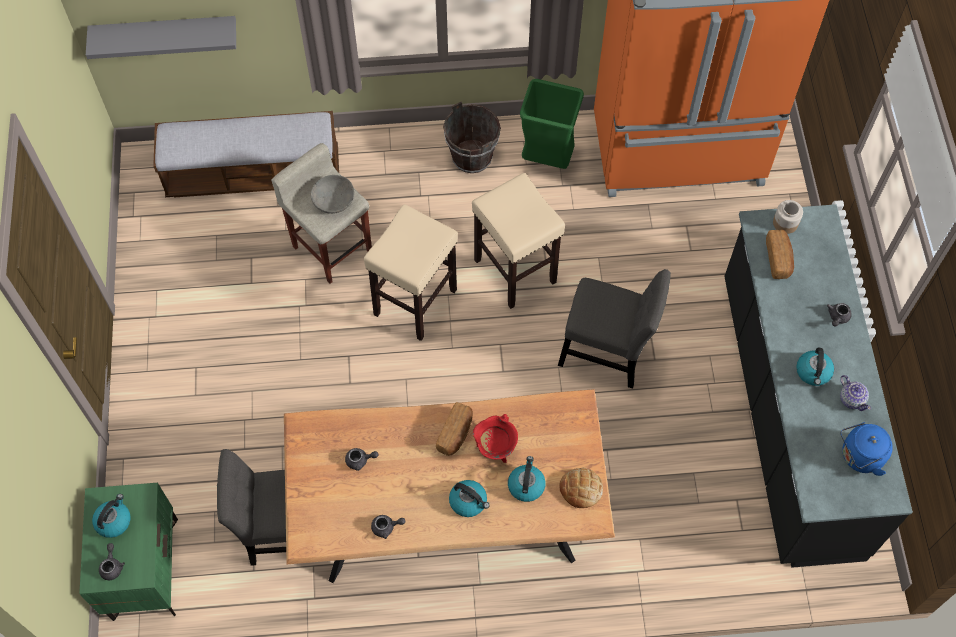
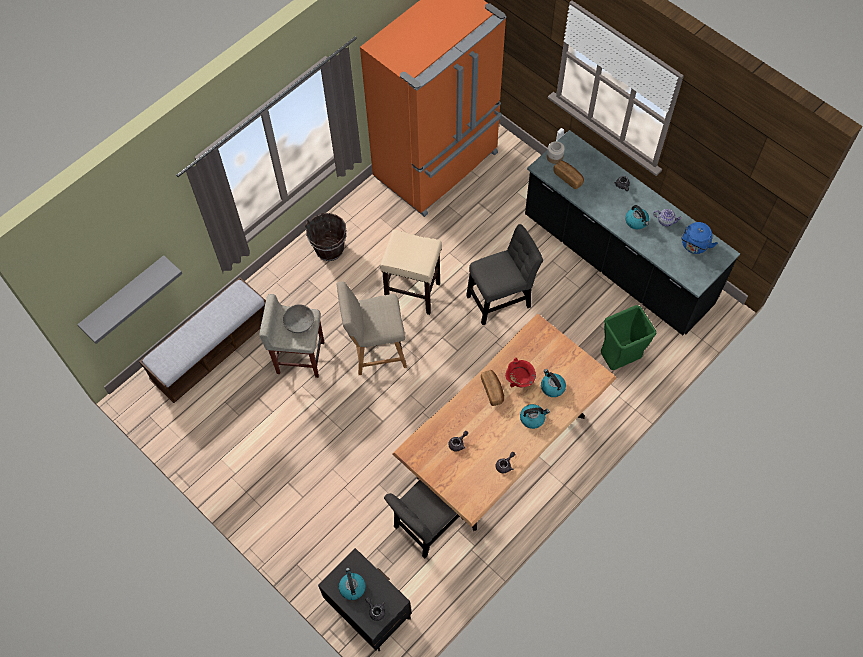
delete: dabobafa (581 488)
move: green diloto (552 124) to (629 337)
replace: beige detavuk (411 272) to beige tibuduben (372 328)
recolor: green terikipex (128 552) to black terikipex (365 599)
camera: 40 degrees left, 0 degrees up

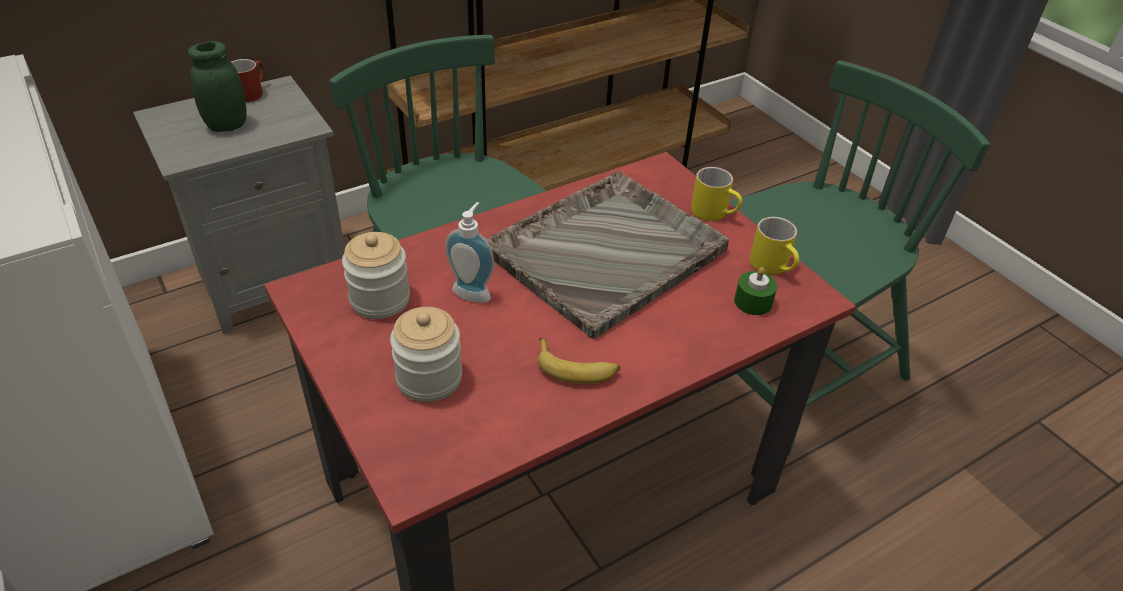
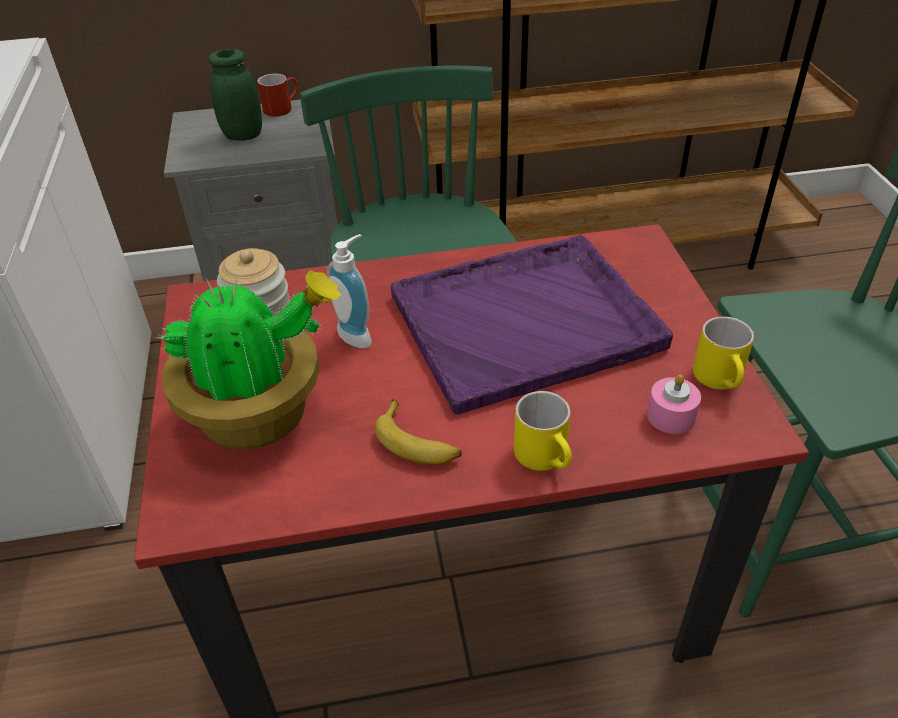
move: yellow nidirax (716 194) to (543 431)
replace: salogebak (426 354) to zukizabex (248 360)
recolor: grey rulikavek (608 255) to purple rulikavek (532 324); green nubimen (755 291) to pink nubimen (674 404)
camera: 25 degrees right, 0 degrees up

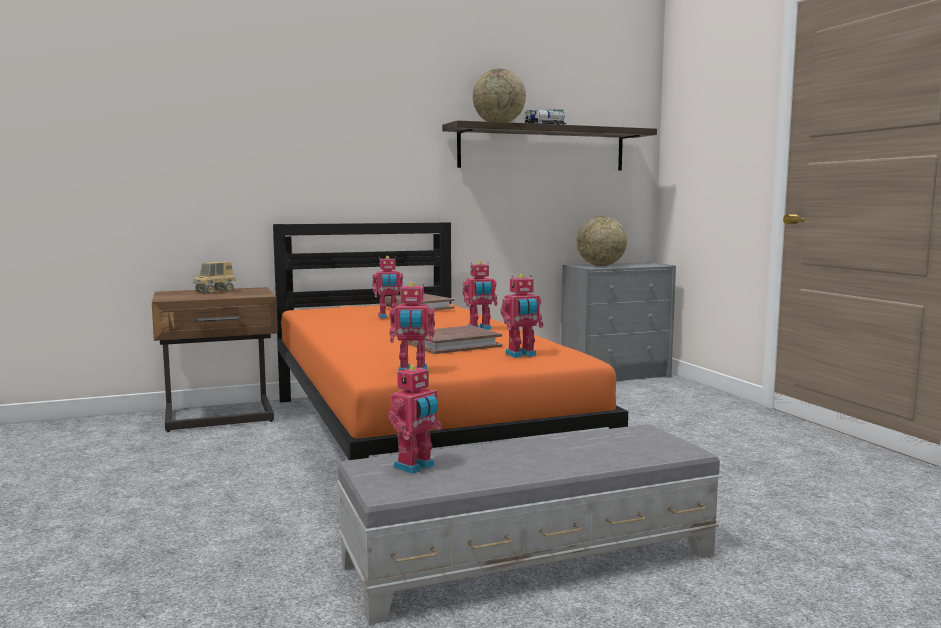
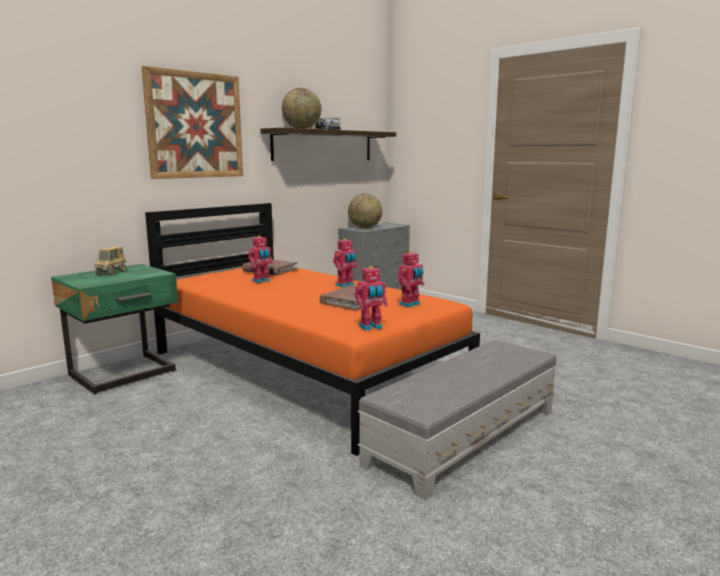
delete: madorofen (415 419)
insert: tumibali (192 122)
recolor: brown terikipex (215 359) to green terikipex (114 329)
camera: 25 degrees left, 5 degrees up

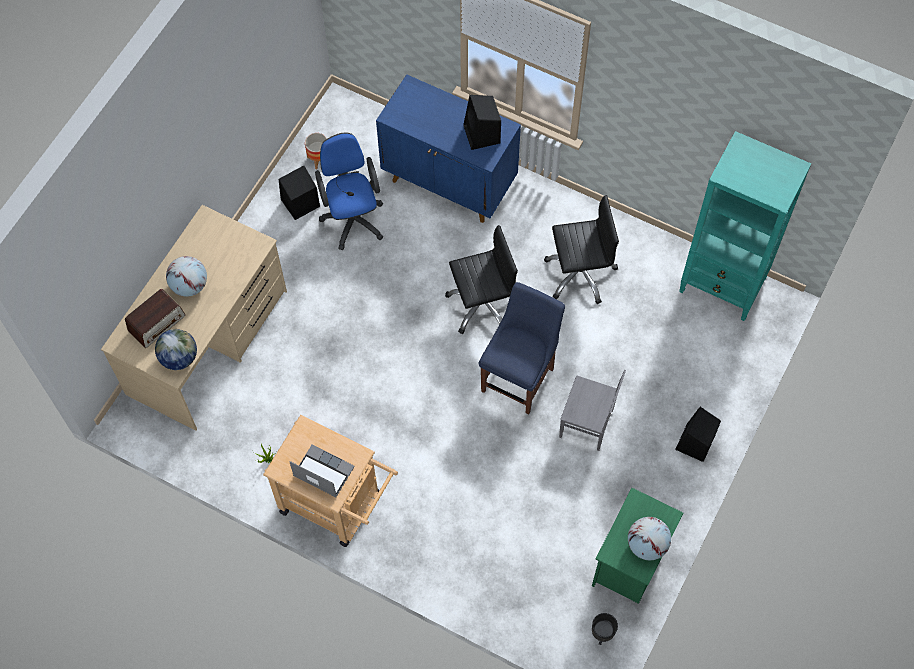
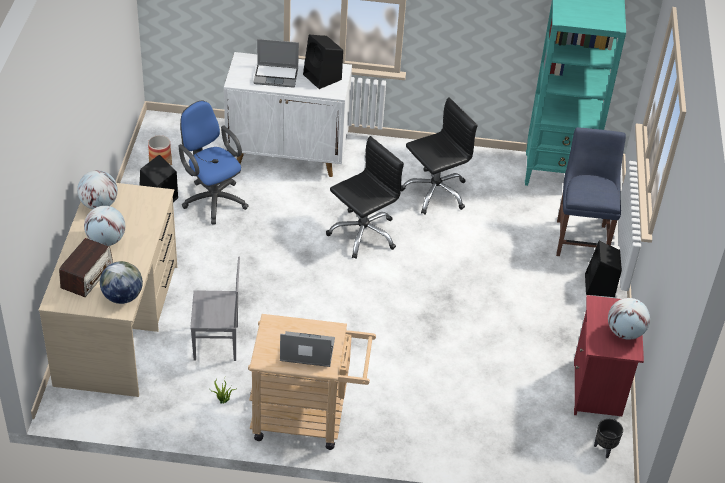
insert: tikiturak (276 63); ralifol (97 189)
move: blue tibuduben (522 348) to (591 191); grey tibuduben (592 410) to (215 309)
recolor: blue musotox (448 148) to white musotox (288 114); green terikipex (637 546) to red terikipex (609 355)
camera: 25 degrees left, 20 degrees down

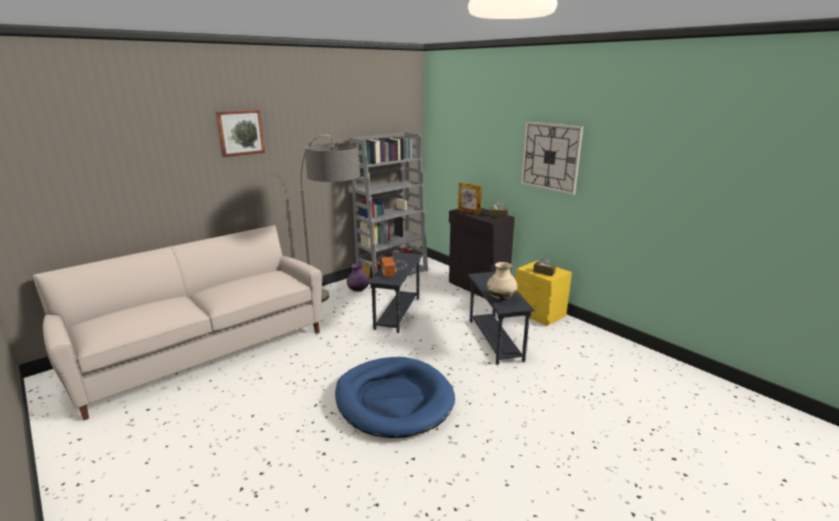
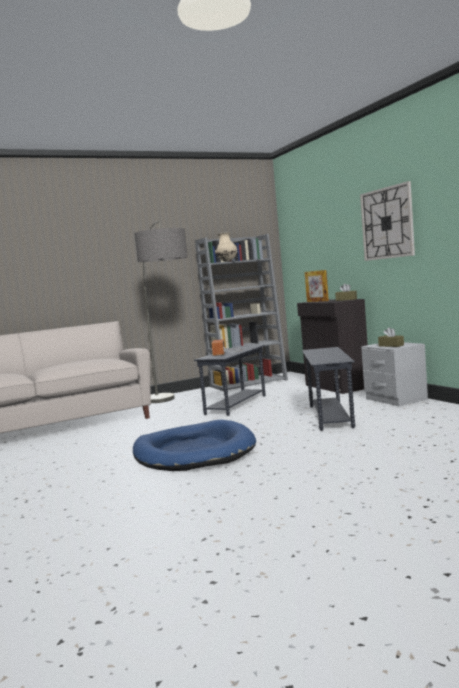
delete: tumibali (240 133); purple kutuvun (358 277)
move: beige kutuvun (502 281) to (226 247)
recolor: yellow terikipex (543 293) to grey terikipex (394 374)
camera: 15 degrees right, 15 degrees down

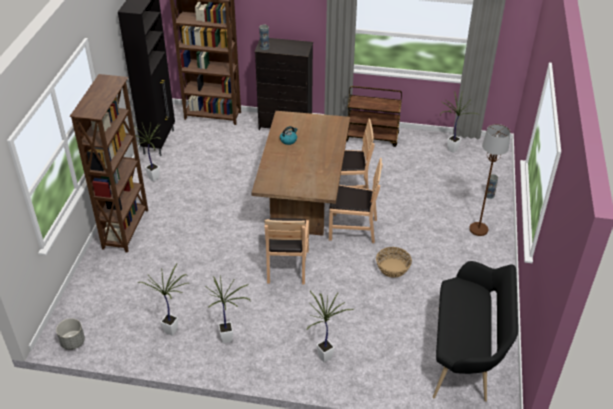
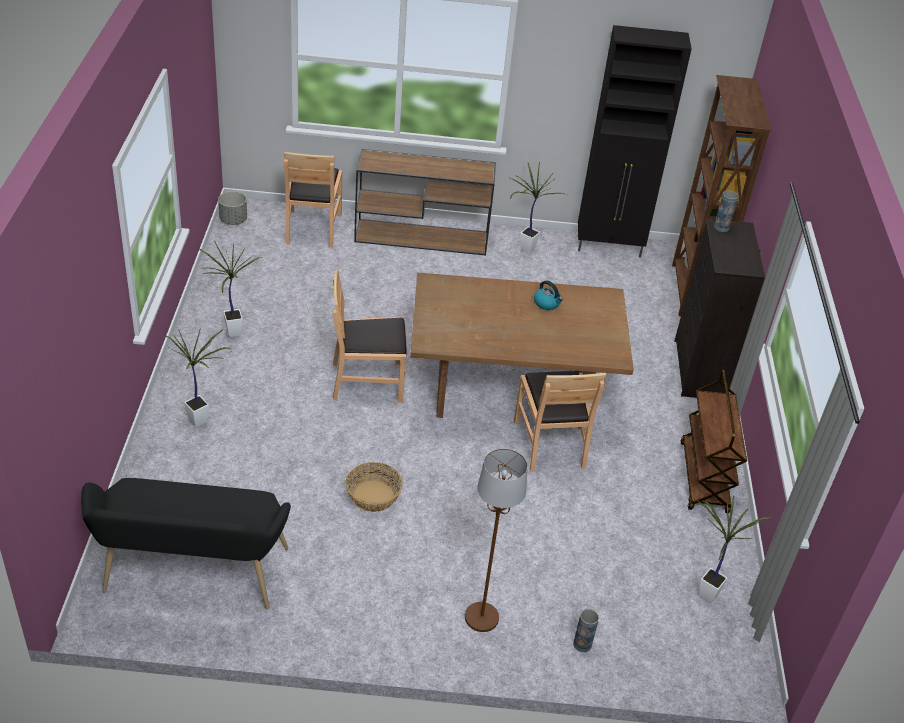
delete: zukizabex (162 300)
move: brown tibuduben (356 200) to (313 200)
replace: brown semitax (109 163) to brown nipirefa (425 202)
camera: 80 degrees right, 0 degrees up

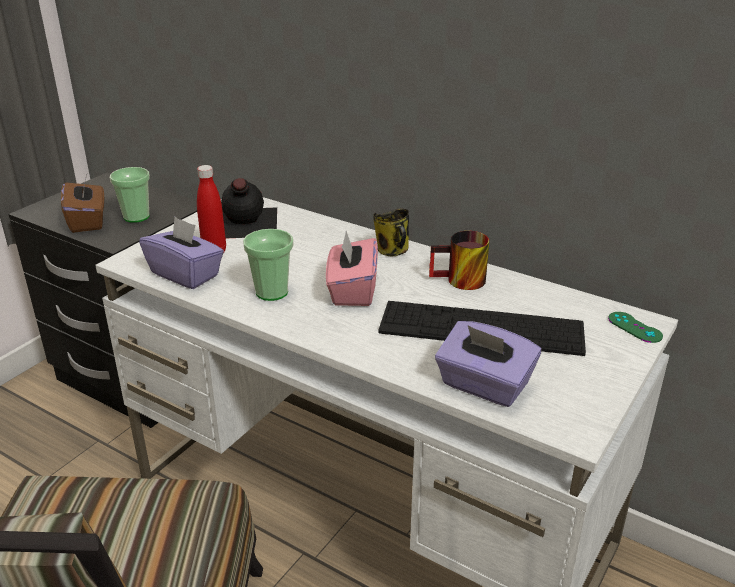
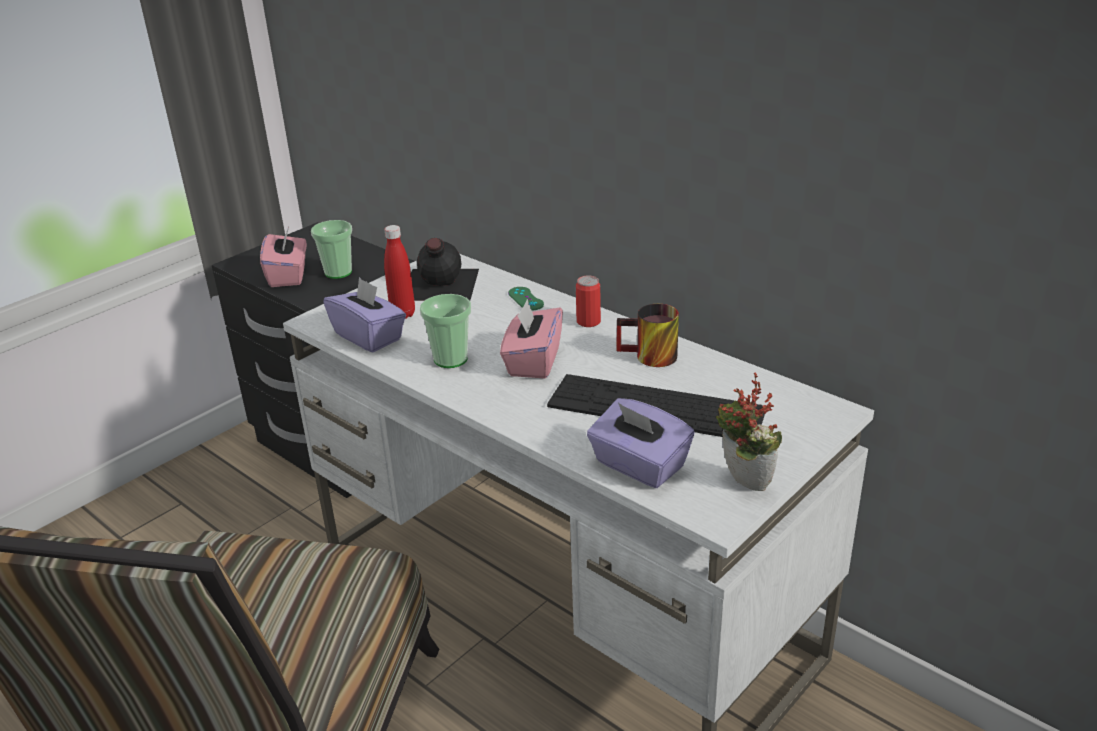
insert: zukizabex (749 431)
move: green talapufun (635 327) to (526 299)
replace: nidirax (391 232) to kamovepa (588 301)
recolor: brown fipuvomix (82 204) to pink fipuvomix (283 257)
camera: 10 degrees right, 0 degrees up

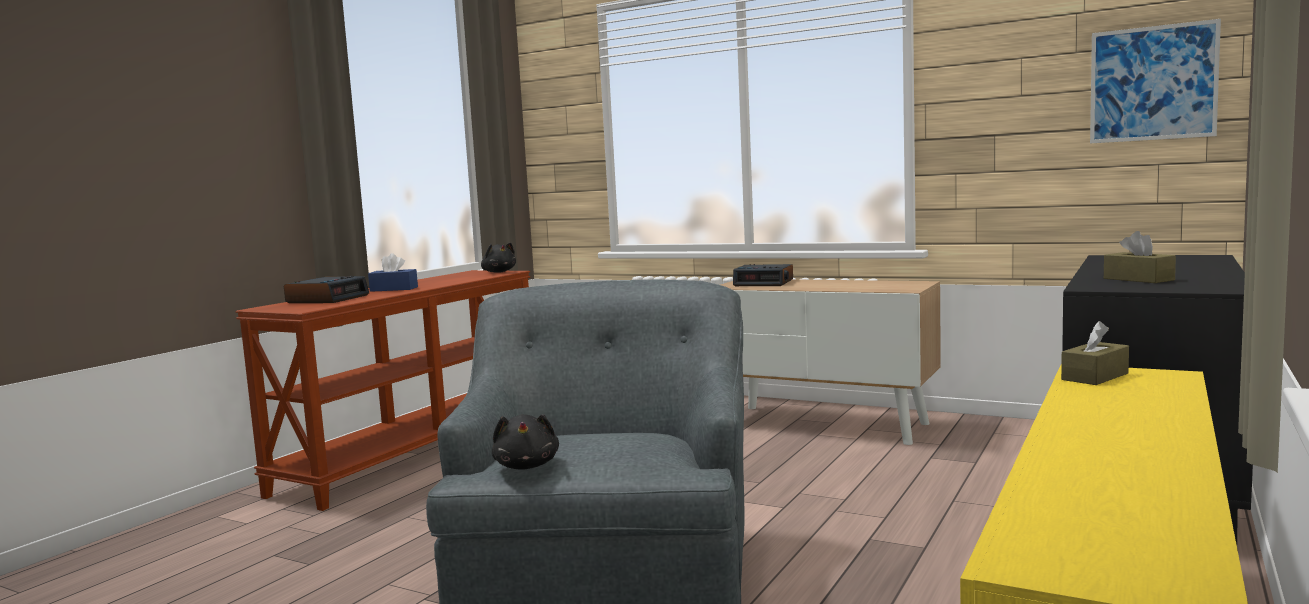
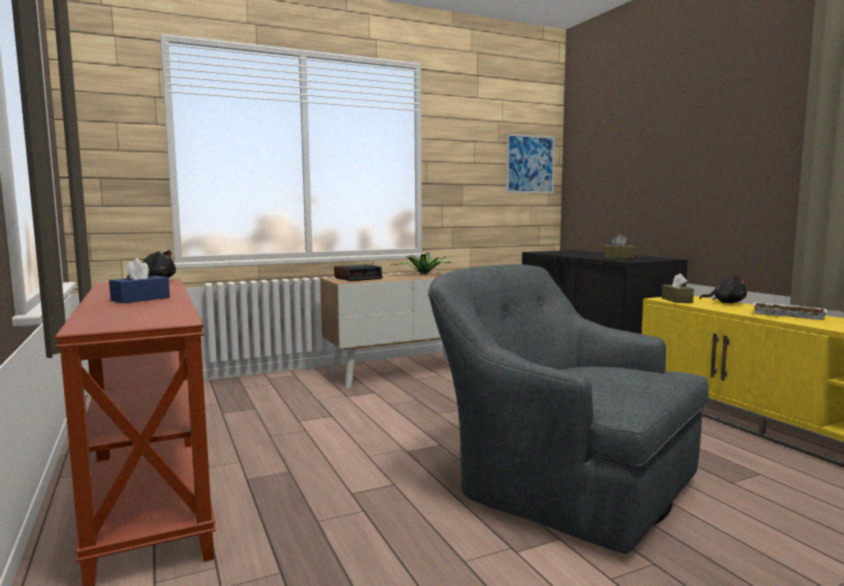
delete: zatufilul (326 289)
insert: zukizabex (420 263); white rulikavek (790 311)
move: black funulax (525 442) to (723 289)
camera: 55 degrees left, 0 degrees up

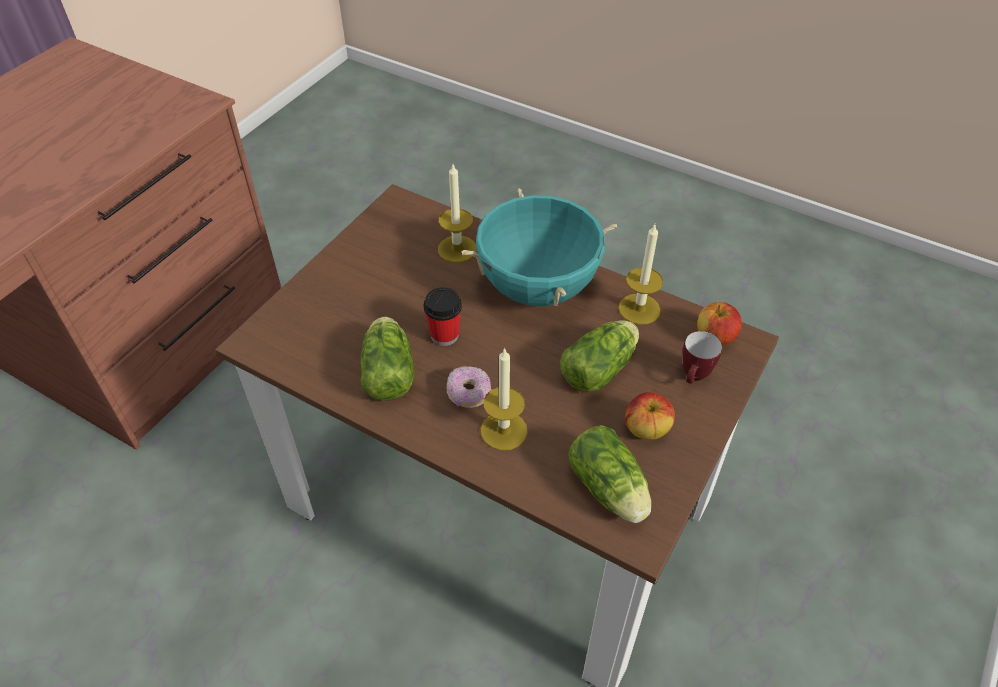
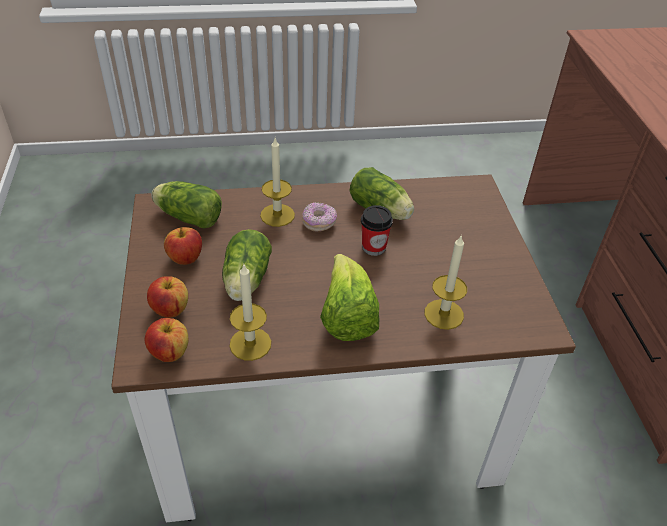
replace: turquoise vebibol (539 247) to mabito (349 297); nidirax (702 357) to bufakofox (167 297)
camera: 140 degrees right, 5 degrees down

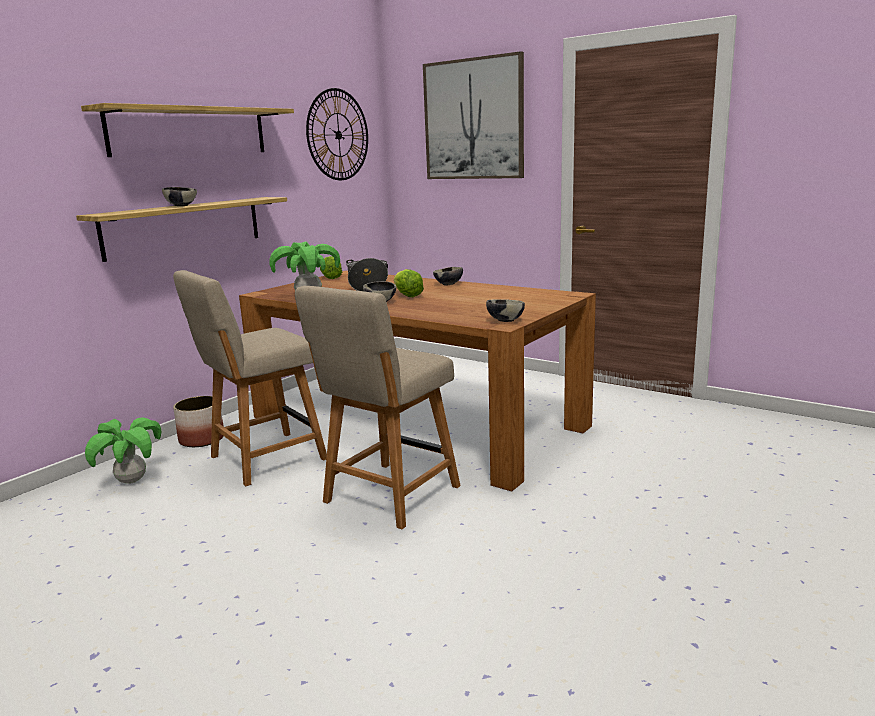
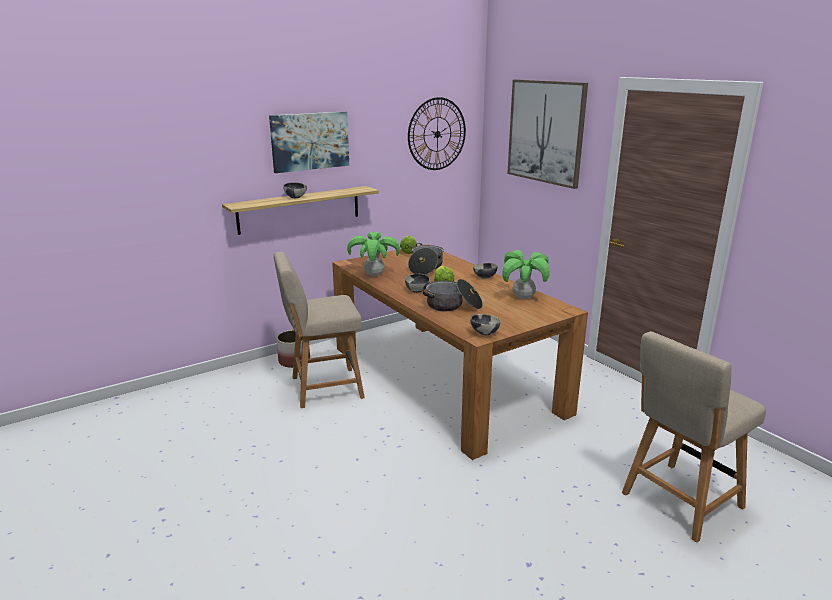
insert: vebibol (453 295)
move: beige tibuduben (378 407) to (694 437); zukizabex (123 450) to (526 274)
replace: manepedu (187 130) to tumibali (309 142)
camera: 20 degrees right, 5 degrees up

